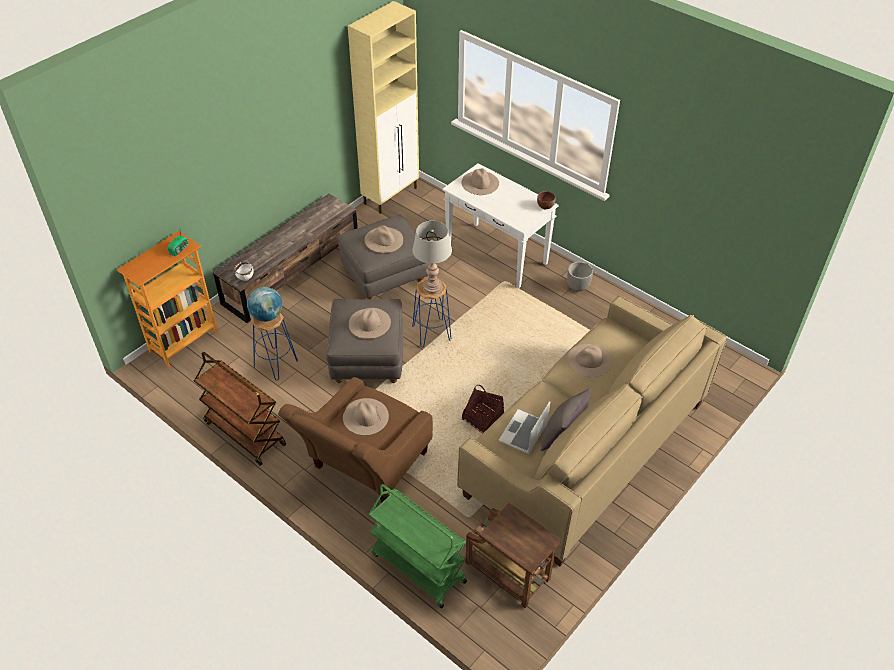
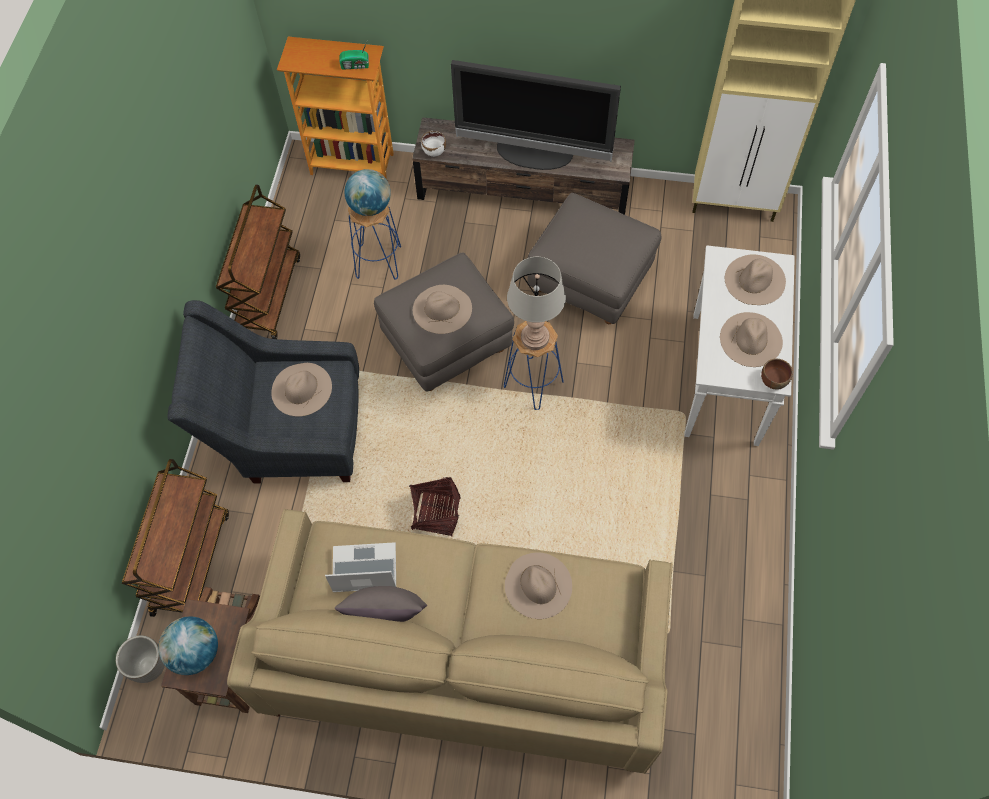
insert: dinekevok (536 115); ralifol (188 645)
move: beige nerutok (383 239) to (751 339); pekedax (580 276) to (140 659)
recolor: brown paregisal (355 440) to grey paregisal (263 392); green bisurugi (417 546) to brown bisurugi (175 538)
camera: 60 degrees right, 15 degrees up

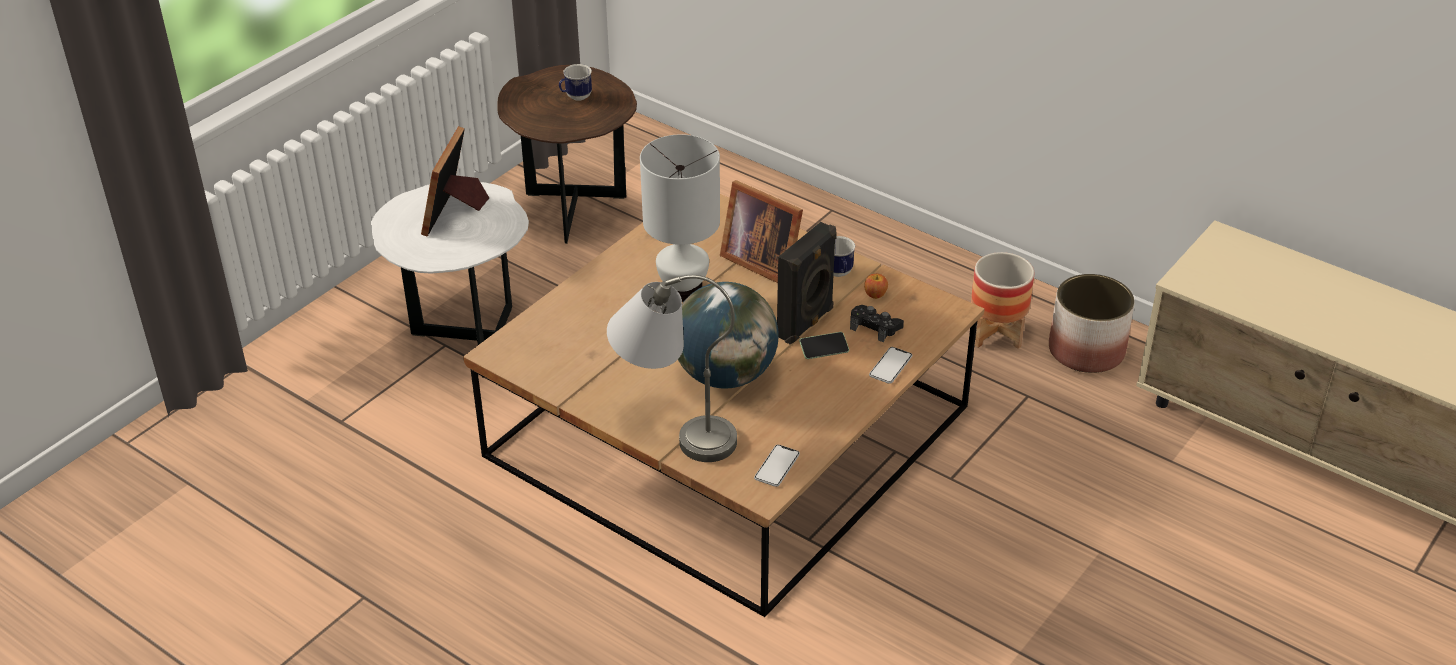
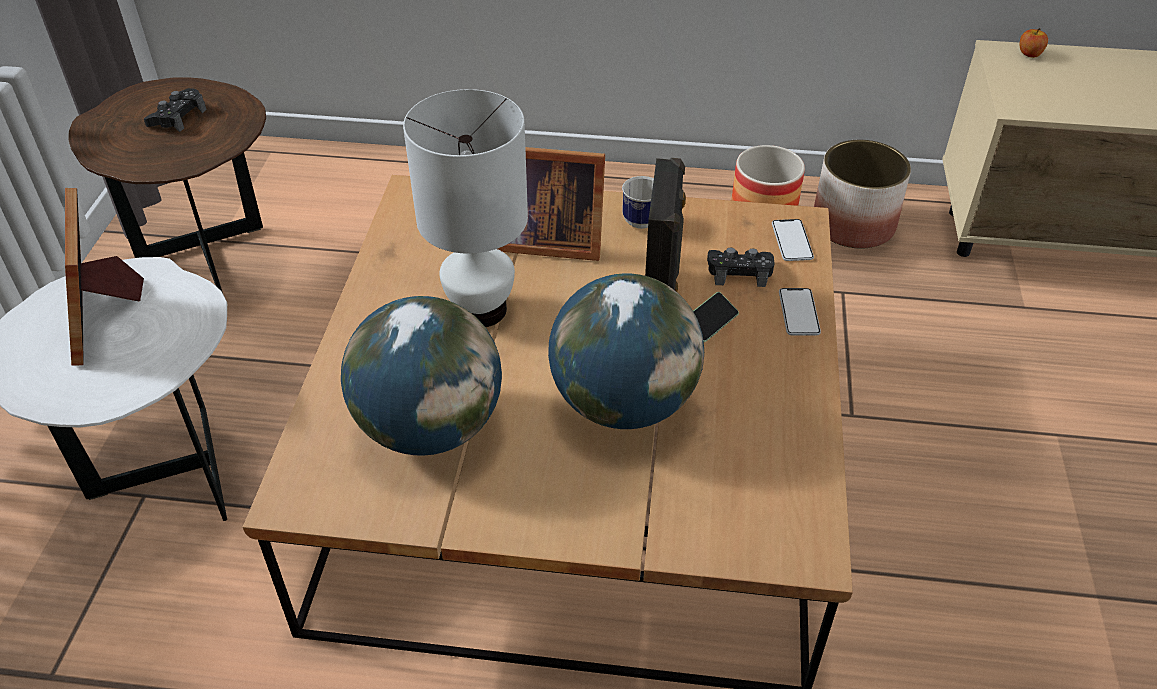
delete: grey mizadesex (672 368)
insert: ralifol (421 376)
move: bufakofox (876 286) to (1033 43); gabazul (777 466) to (793 240)
replace: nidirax (575 82) to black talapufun (175 110)
camera: 30 degrees left, 5 degrees up

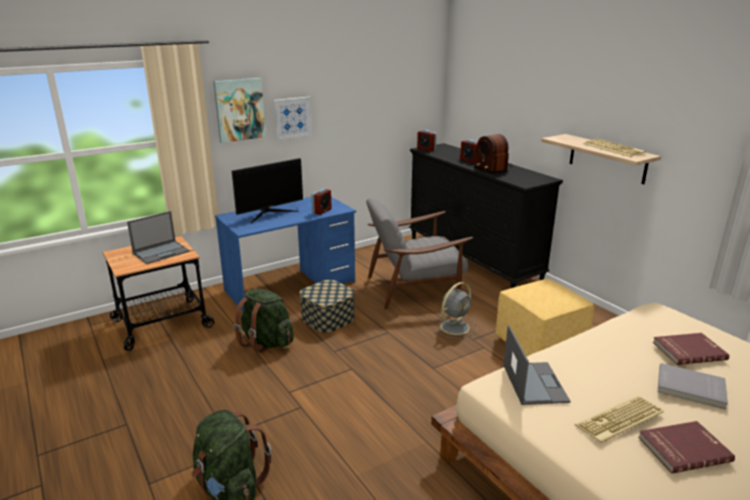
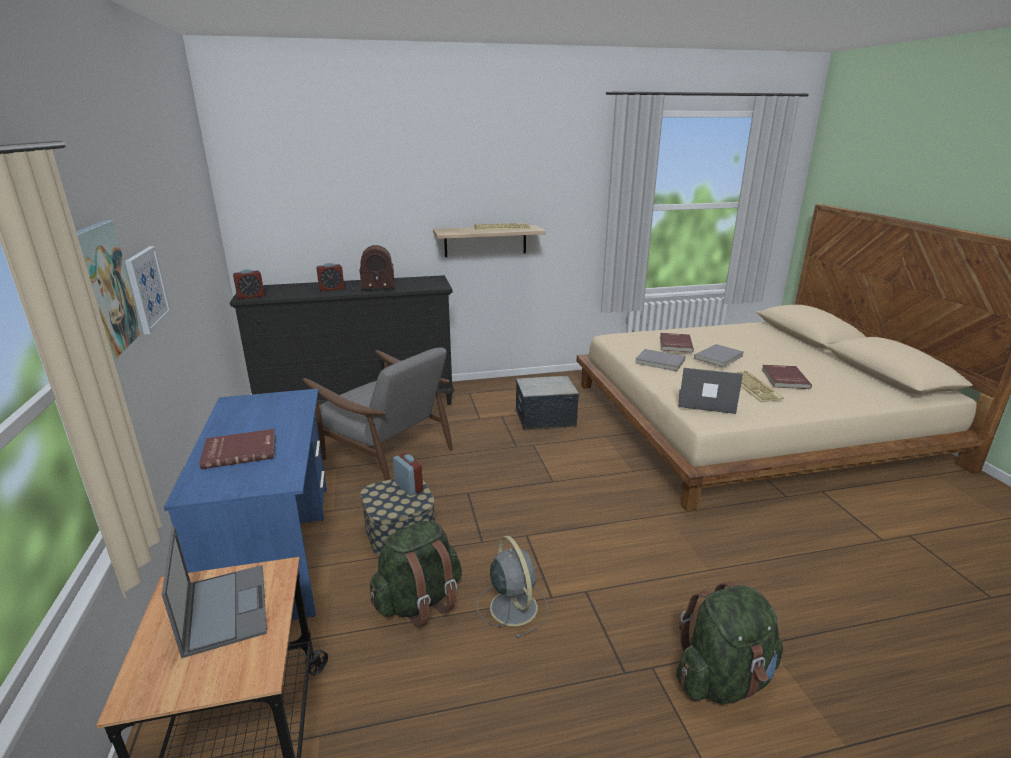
insert: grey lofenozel (660 360)
move: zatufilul (321 202) to (408 474); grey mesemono (455 310) to (512 587)
replace: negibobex (267 190) to red lofenozel (237 449); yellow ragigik (544 318) to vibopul (547 403)
rotate: grey paregisal (419 254) = (378 414) 60 degrees counterclockwise
camera: 70 degrees left, 0 degrees up

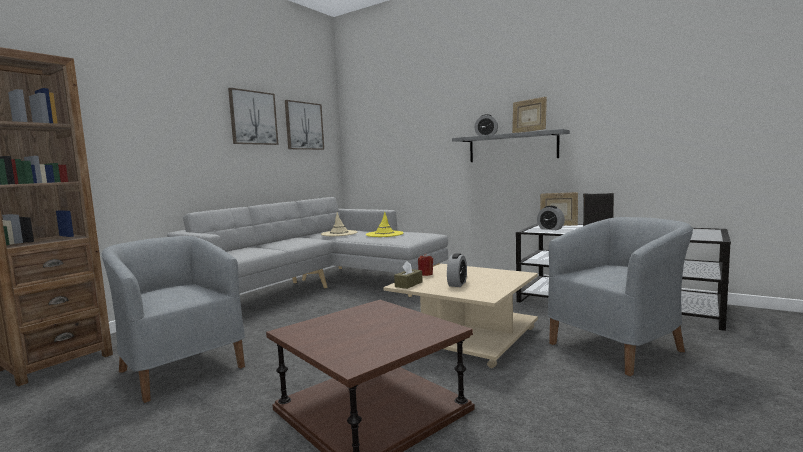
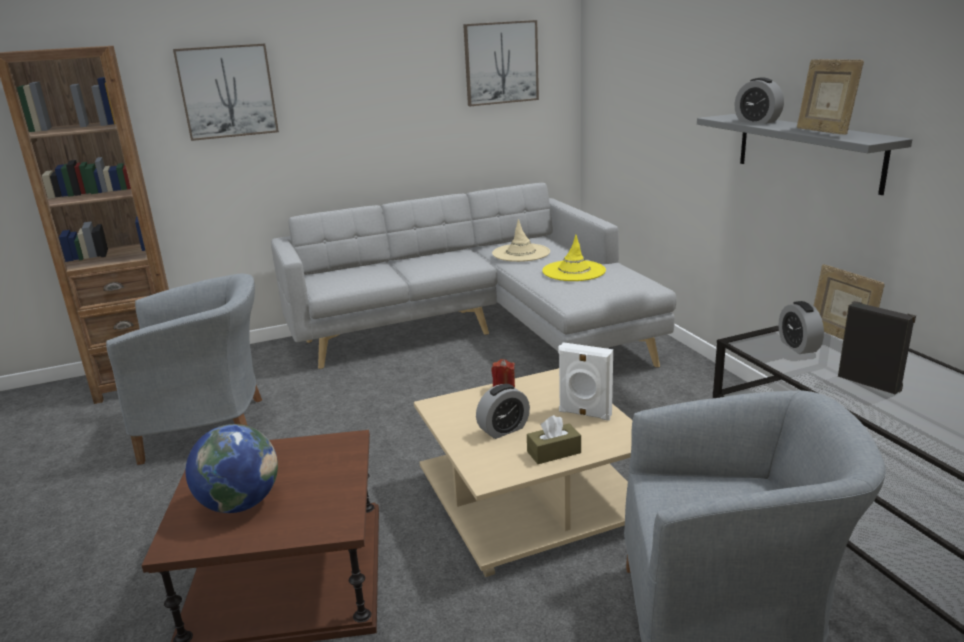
insert: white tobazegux (585 381); ralifol (232 468)
move: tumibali (253 116) to (226 92); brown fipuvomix (408 275) to (554 439)
rotate: grey paregisal (173 319) = (184 369) 90 degrees clockwise
camera: 35 degrees right, 15 degrees up

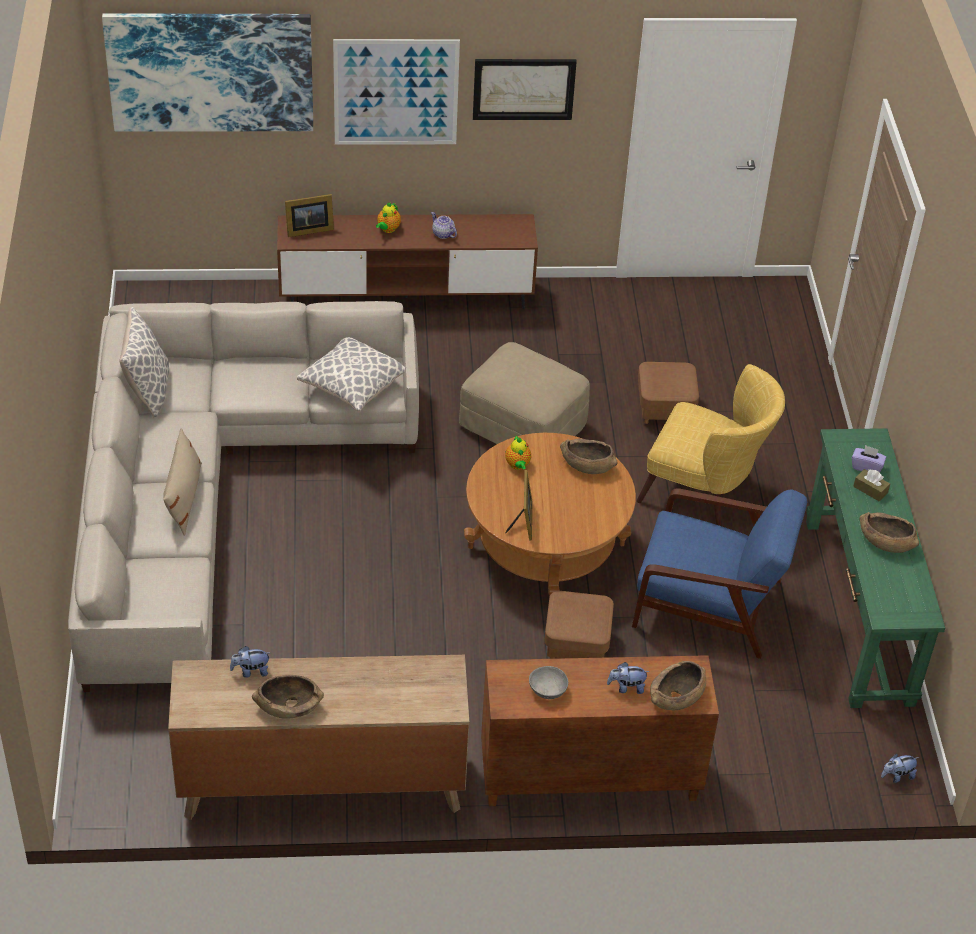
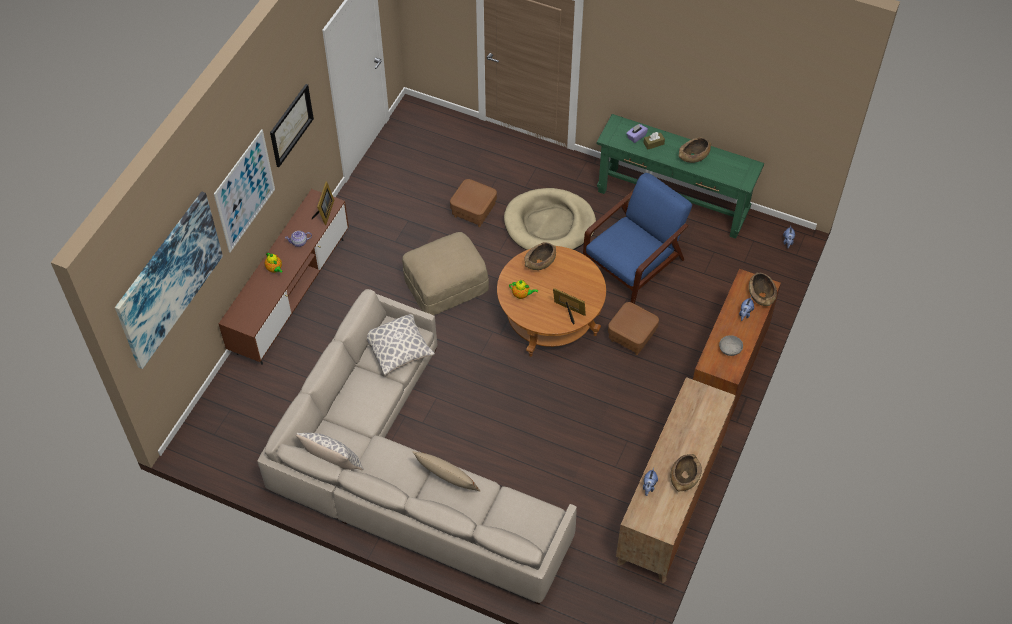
move: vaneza (309 215) to (323 203)
replace: yellow paregisal (711 445) to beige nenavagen (550 219)
camera: 60 degrees left, 10 degrees up

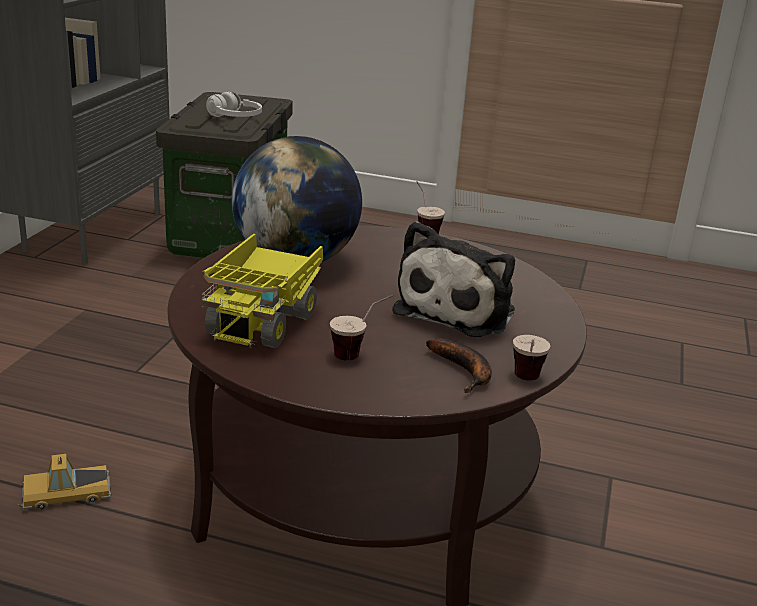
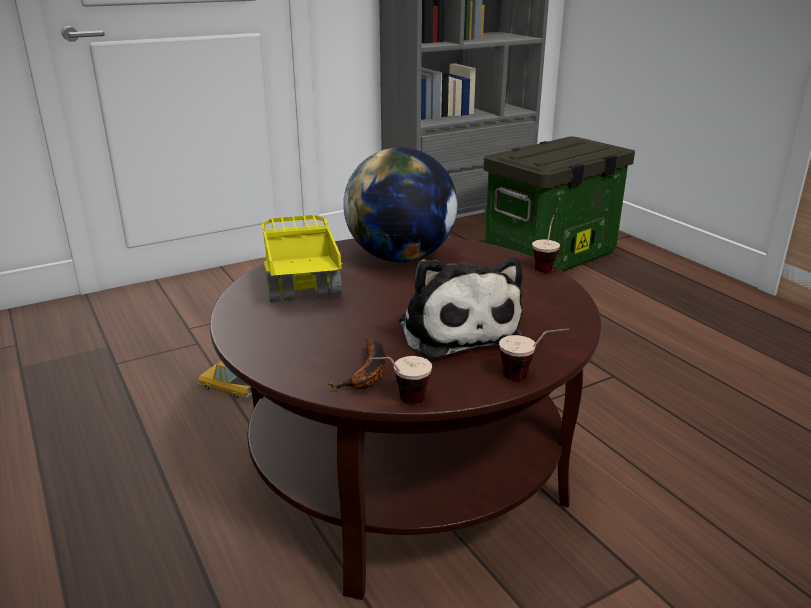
delete: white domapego (234 104)
move: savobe (362 328) to (534 354)
rotate: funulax (453 279) = (460 308) 90 degrees counterclockwise; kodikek (262 291) = (301 259) 105 degrees clockwise
camera: 45 degrees right, 0 degrees up

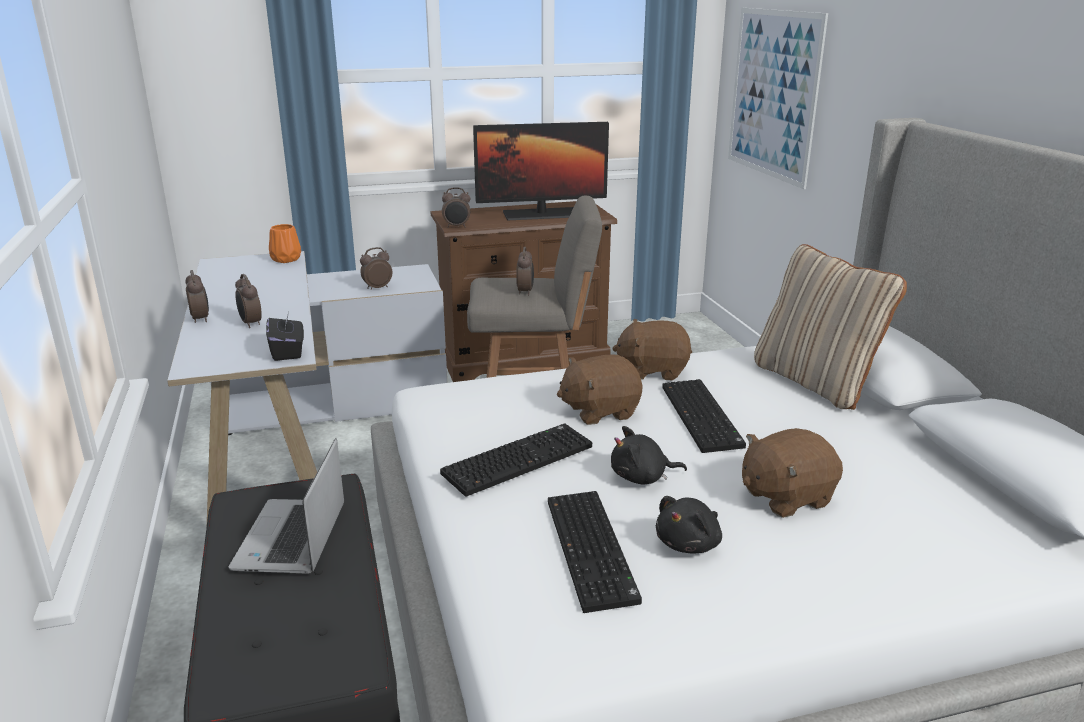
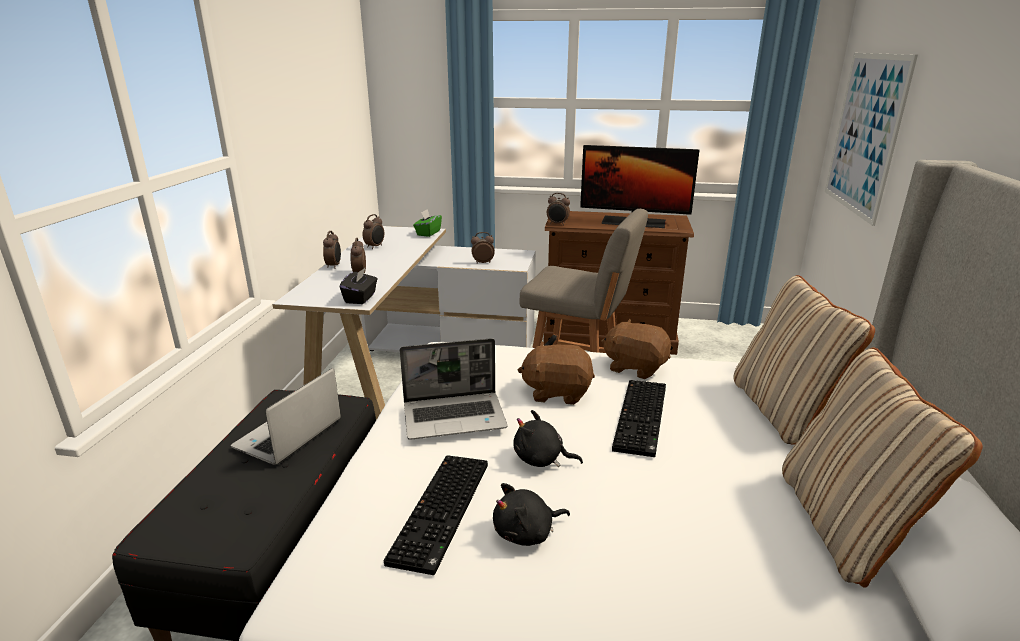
delete: brown funulax (792 473)
insert: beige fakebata (882 468)
move: zatufilul (525 271) to (373 231)
replace: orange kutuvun (285 243) to green fipuvomix (427 223); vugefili (516 460) to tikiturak (454 389)
camera: 25 degrees right, 0 degrees up

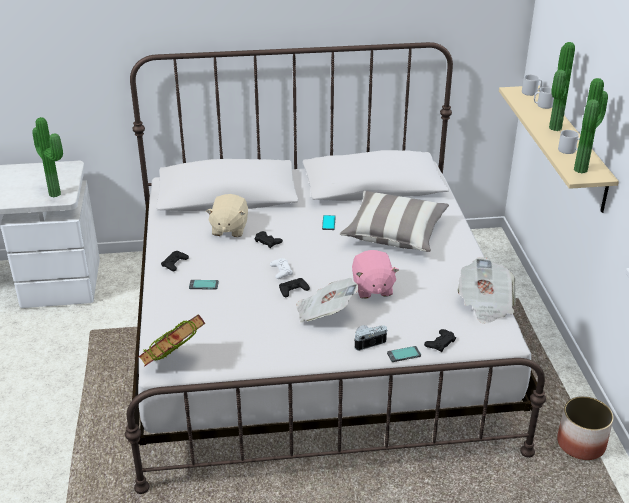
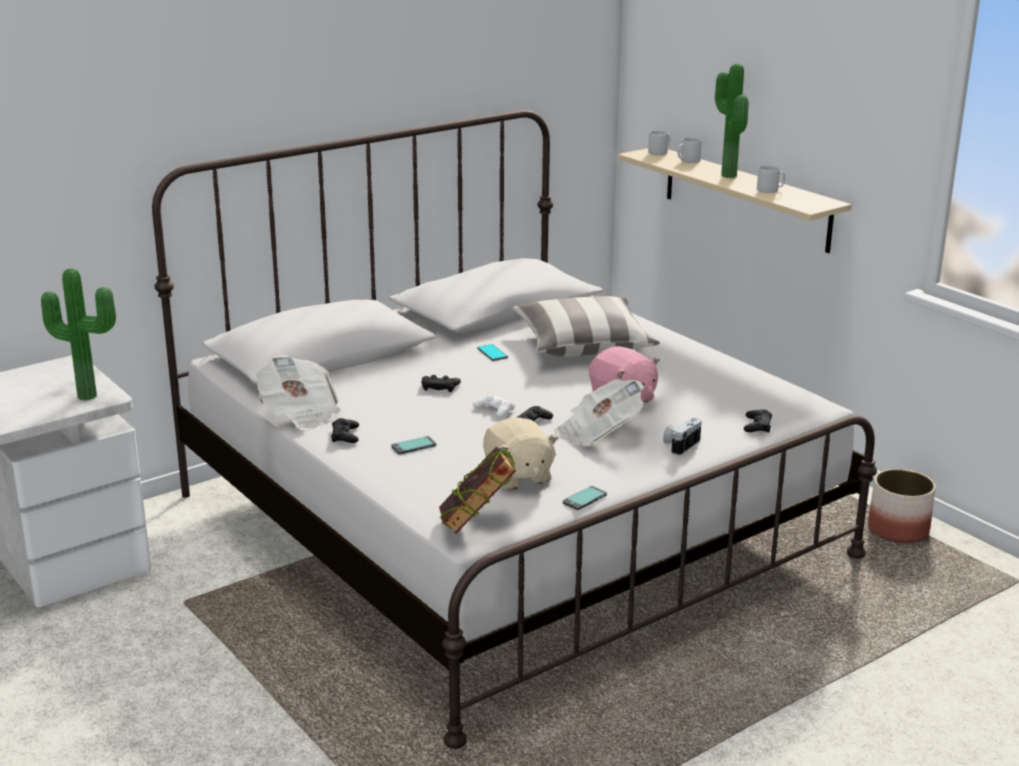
delete: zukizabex (591 125)
move: beige funulax (227 215) to (521 454); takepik (486 290) to (298 393); gabazul (404 354) to (585 498)
camera: 30 degrees left, 10 degrees down

